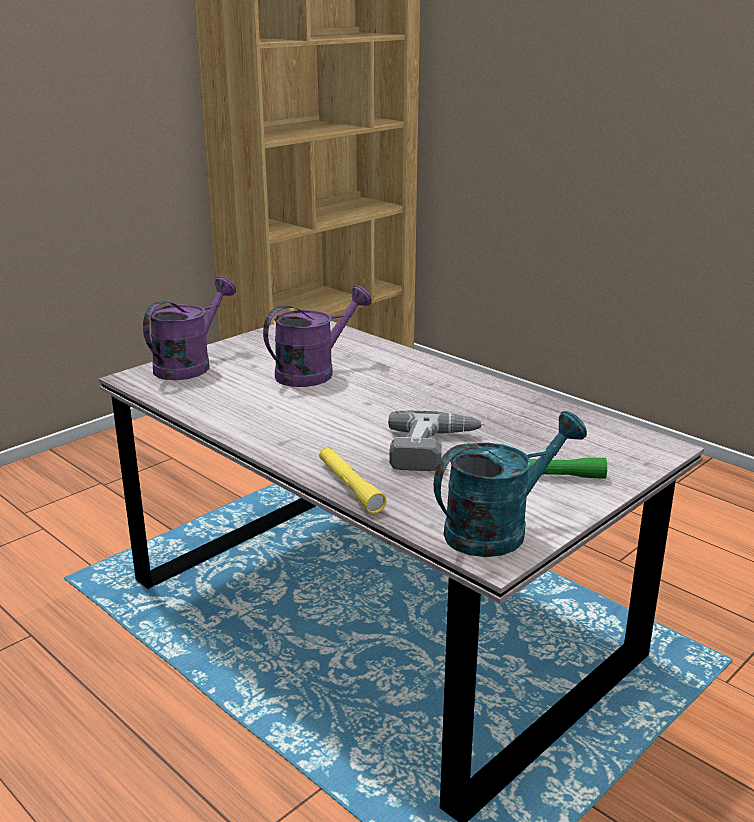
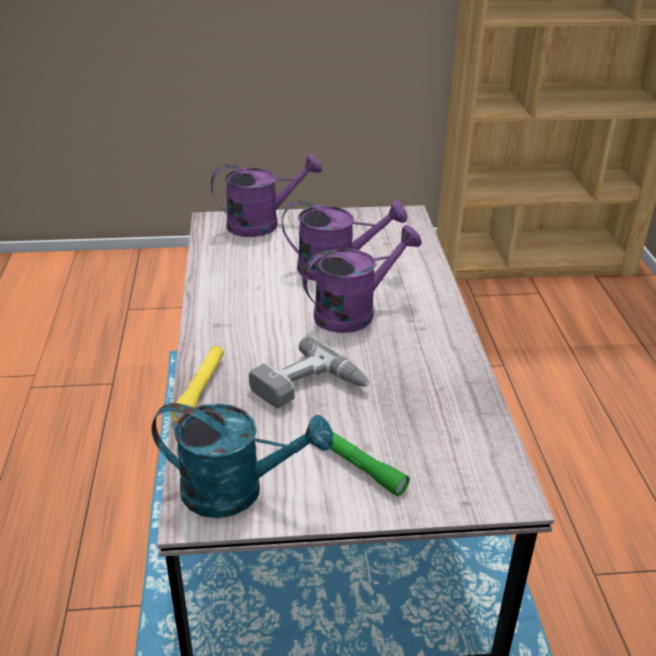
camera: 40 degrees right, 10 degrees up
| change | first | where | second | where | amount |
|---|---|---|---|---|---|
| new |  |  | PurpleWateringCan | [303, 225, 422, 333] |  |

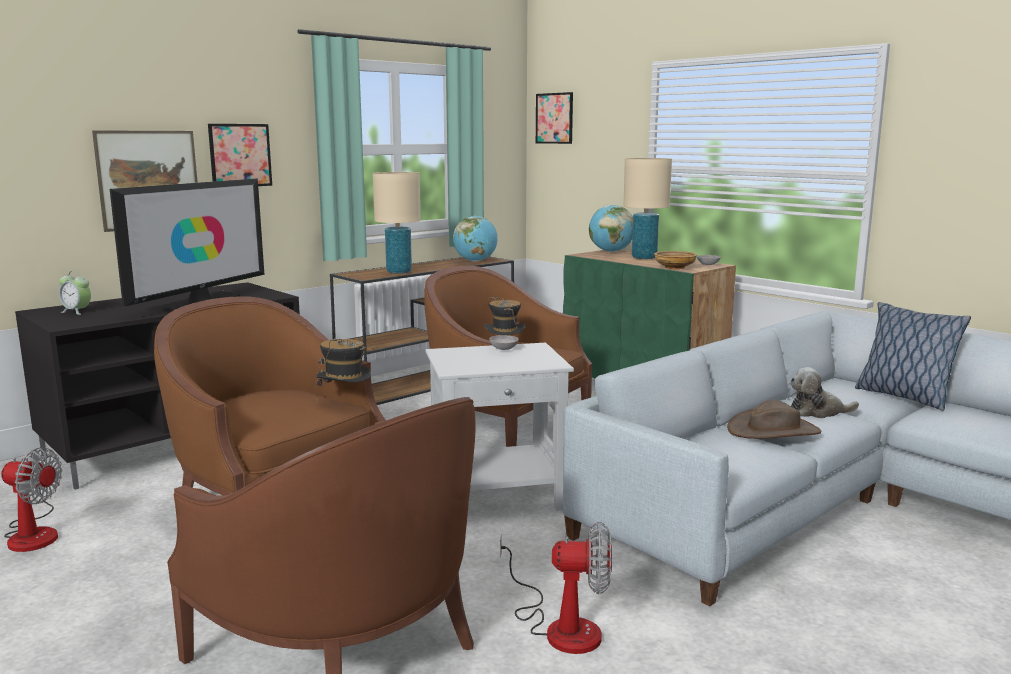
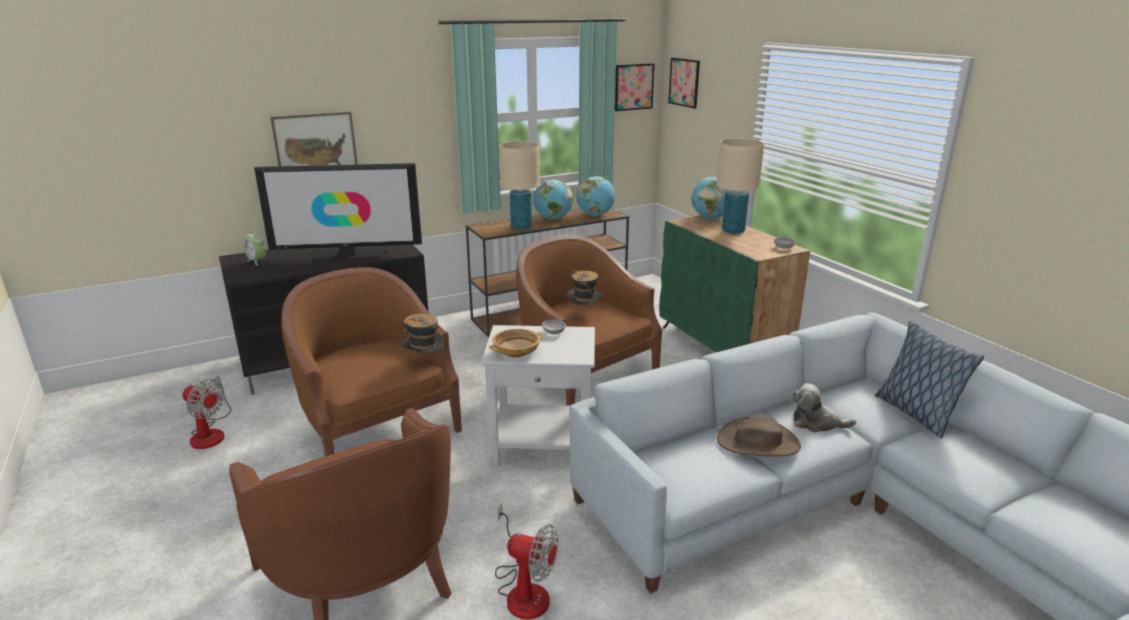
camera: 15 degrees right, 10 degrees up
| change | first | where | second | where | amount |
|---|---|---|---|---|---|
| rotated | Television | [110, 179, 265, 311] |  | [254, 163, 422, 262] | 45 degrees clockwise |
| shifted | Picture | [208, 124, 272, 186] |  | [615, 63, 655, 111] |  |
| shifted | BeigeBowl | [654, 251, 697, 269] |  | [489, 329, 543, 358] |  |
| new |  |  | Globe | [533, 179, 573, 220] |  |

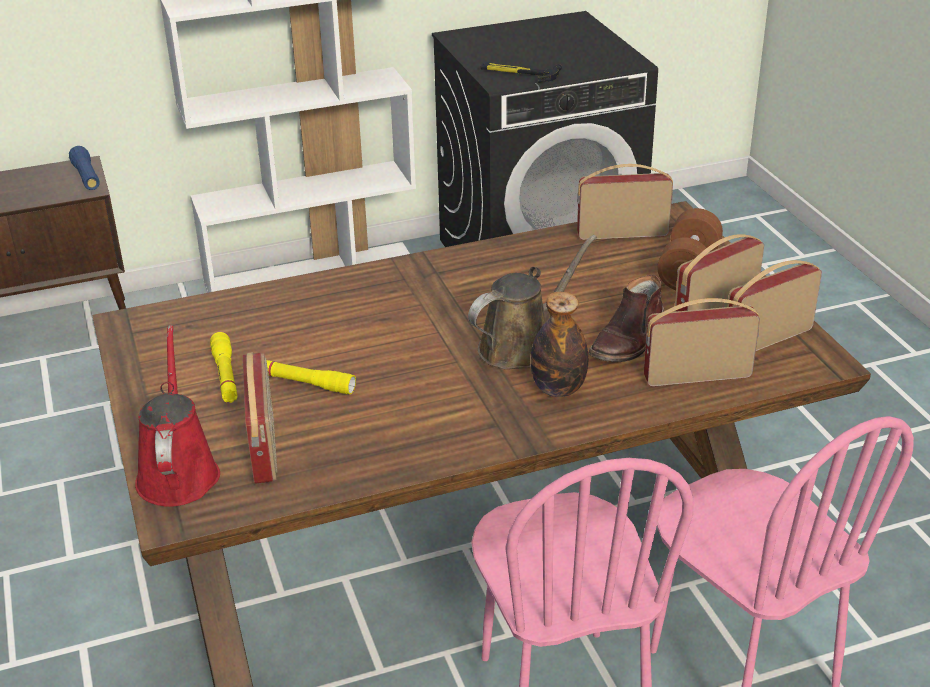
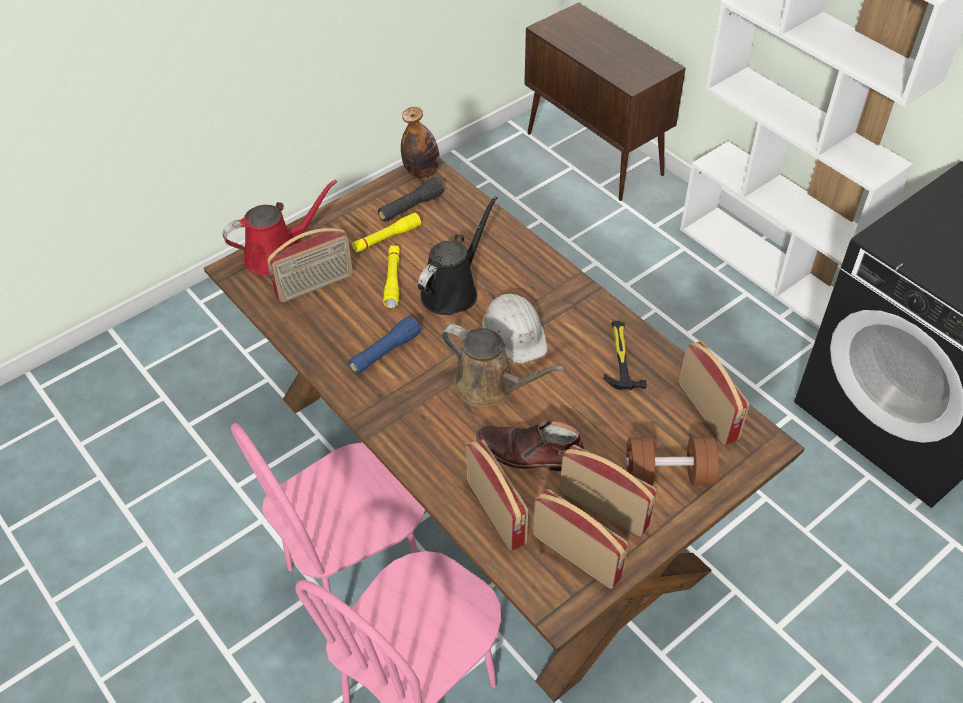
camera: 70 degrees right, 15 degrees up
| change | first | where | second | where | amount |
|---|---|---|---|---|---|
| shifted | BlueFlashlight | [69, 146, 100, 190] |  | [348, 316, 421, 374] |  |
| shifted | Hammer | [481, 62, 562, 83] |  | [603, 321, 647, 390] |  |
| shifted | Bottle | [530, 292, 588, 397] |  | [401, 107, 440, 178] |  |
| new |  |  | BlackFlashlight | [378, 177, 444, 222] |  |
| new |  |  | BlackWateringCan | [418, 196, 498, 315] |  |
| new |  |  | WhiteHardHat | [482, 294, 547, 364] |  |

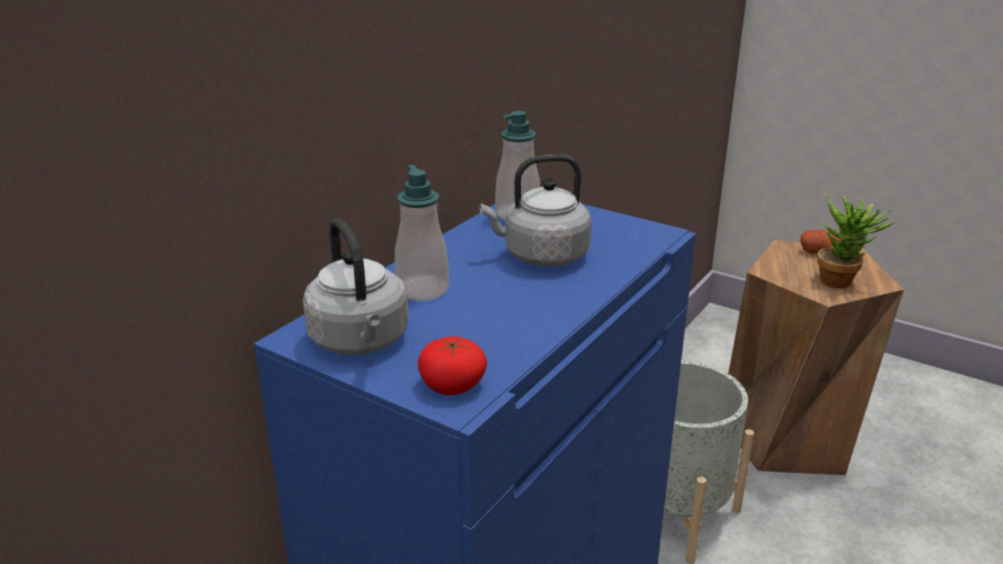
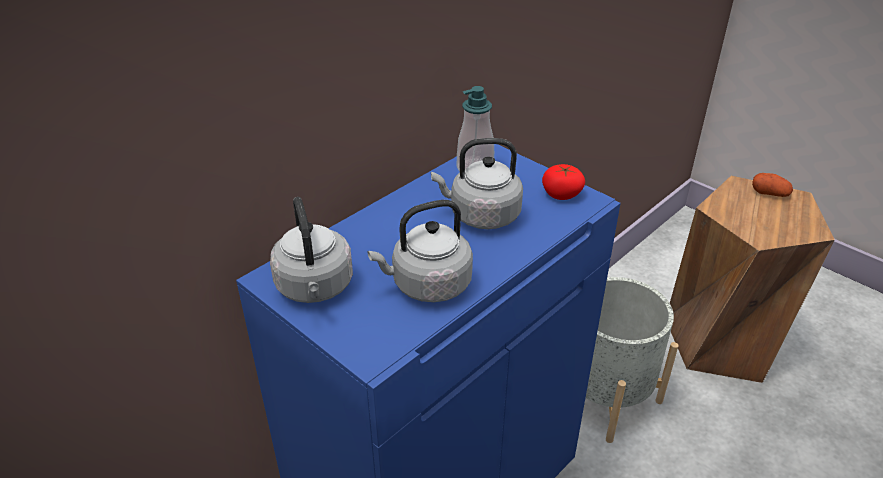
camera: 10 degrees right, 10 degrees up
| change | first | where | second | where | amount |
|---|---|---|---|---|---|
| gone | SoapDispenser | [395, 165, 449, 301] |  |  |  |
| shifted | Tomato | [418, 336, 487, 395] |  | [542, 164, 585, 200] |  |
| gone | PottedPlant | [817, 193, 895, 288] |  |  |  |
| new |  |  | GreyKettle | [367, 200, 473, 302] |  |

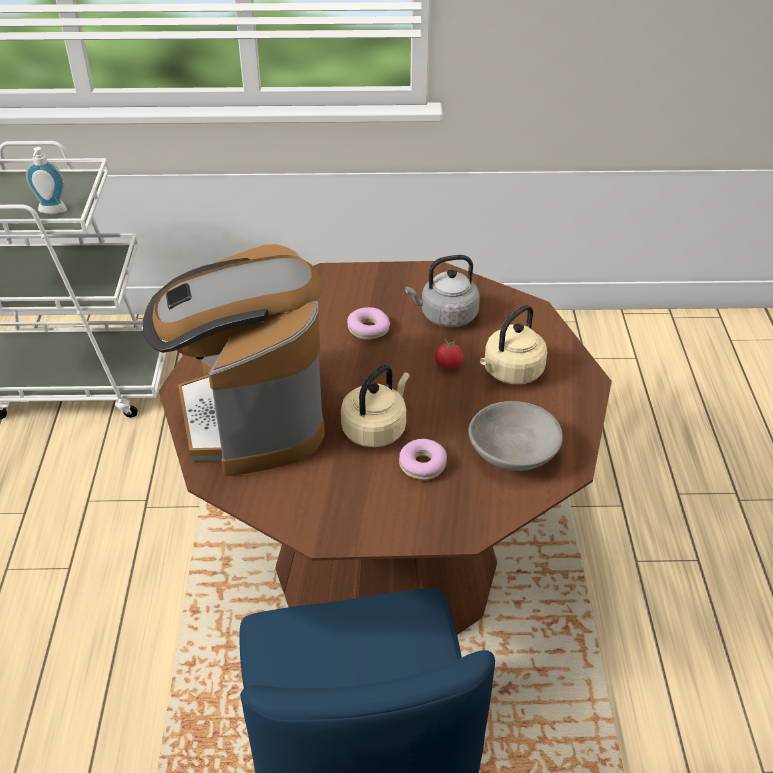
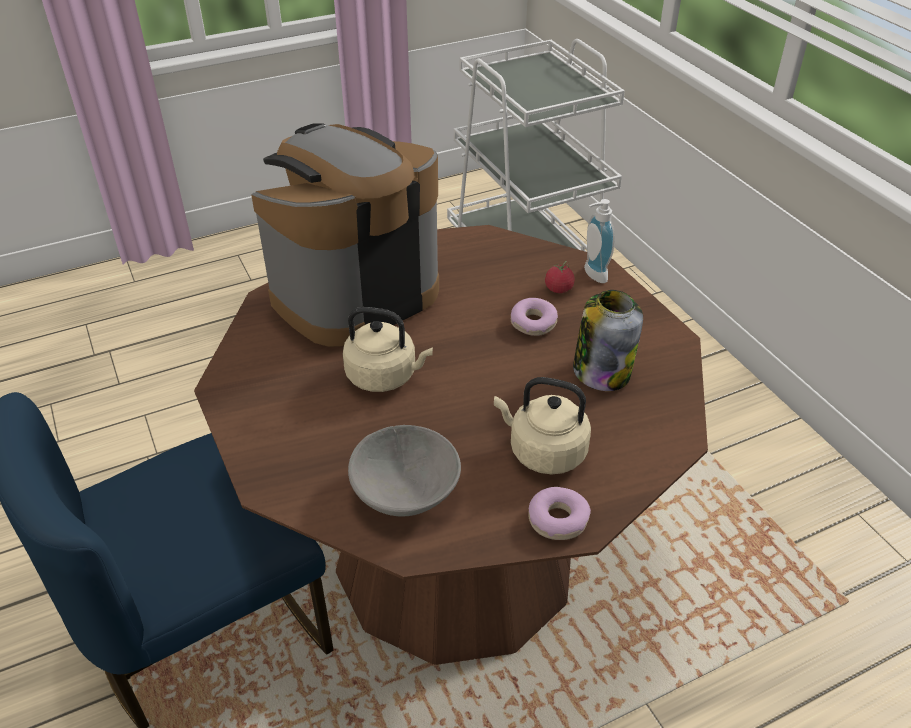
camera: 65 degrees right, 0 degrees up
| change | first | where | second | where | amount |
|---|---|---|---|---|---|
| shifted | SoapDispenser | [26, 147, 67, 214] |  | [584, 199, 615, 283] |  |
| shifted | Donut | [399, 439, 447, 480] |  | [528, 487, 591, 540] |  |
| swapped | GreyKettle | [405, 255, 480, 327] | Jar | [573, 290, 643, 391] |  |
| shifted | Tomato | [435, 339, 463, 370] |  | [545, 261, 575, 293] |  |

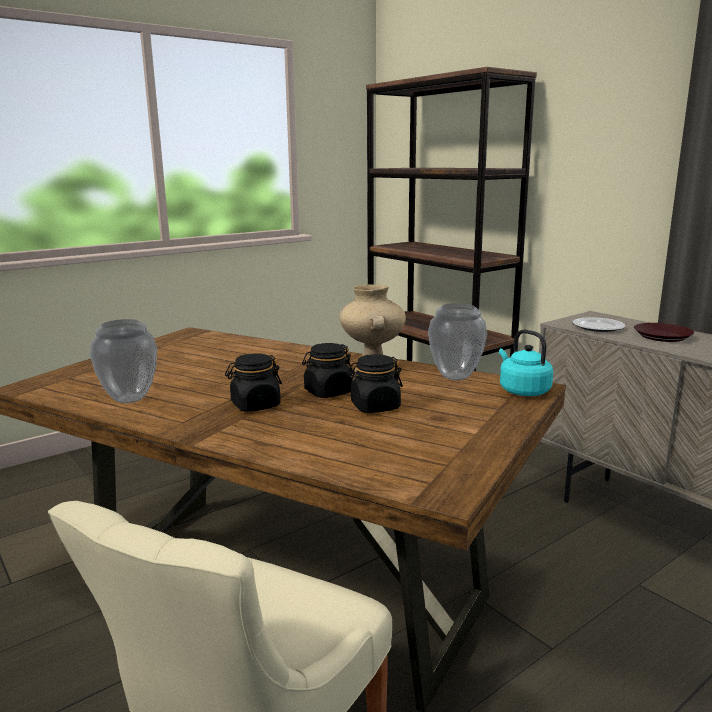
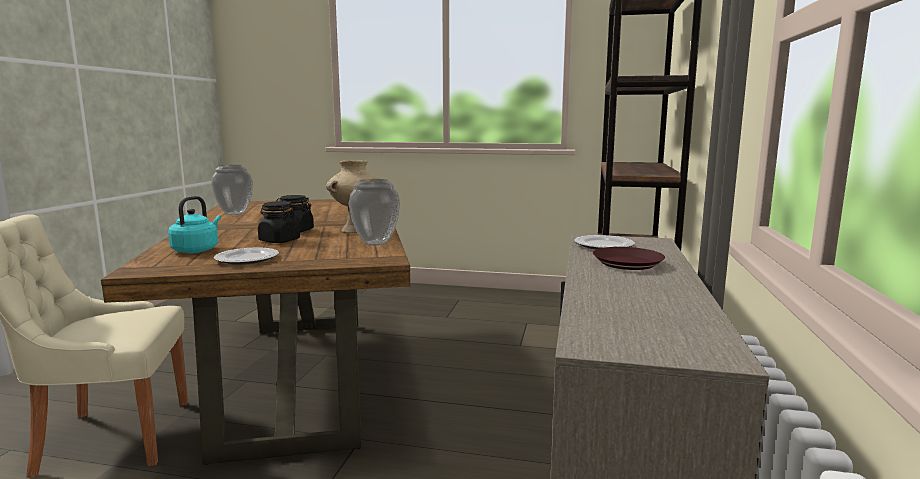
camera: 50 degrees right, 5 degrees down
| change | first | where | second | where | amount |
|---|---|---|---|---|---|
| gone | BlackJar | [225, 353, 282, 412] |  |  |  |
| shifted | TurquoiseKettle | [499, 329, 553, 396] |  | [168, 196, 221, 253] |  |
| new |  |  | Plate | [214, 247, 279, 265] |  |

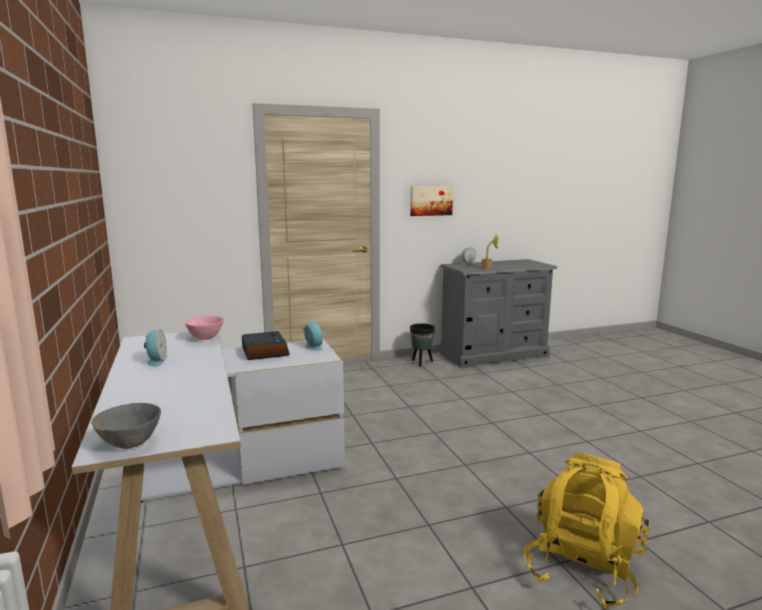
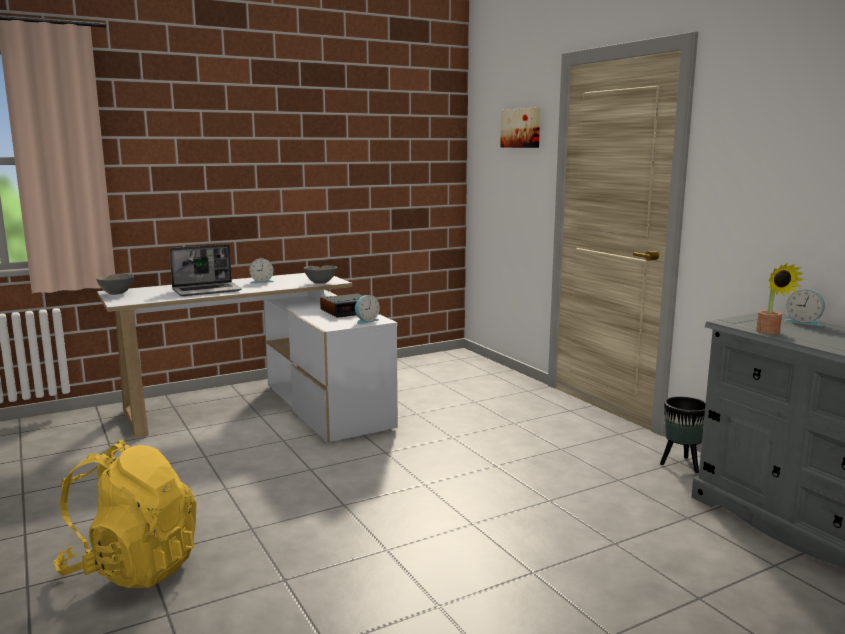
camera: 80 degrees right, 0 degrees up
| change | first | where | second | where | amount |
|---|---|---|---|---|---|
| repainted | PinkBowl | [185, 316, 224, 340] | GreyBowl | [304, 265, 337, 284] |  |
| shifted | Picture | [410, 186, 453, 216] |  | [500, 107, 540, 148] |  |
| new |  |  | Laptop | [169, 244, 242, 296] |  |

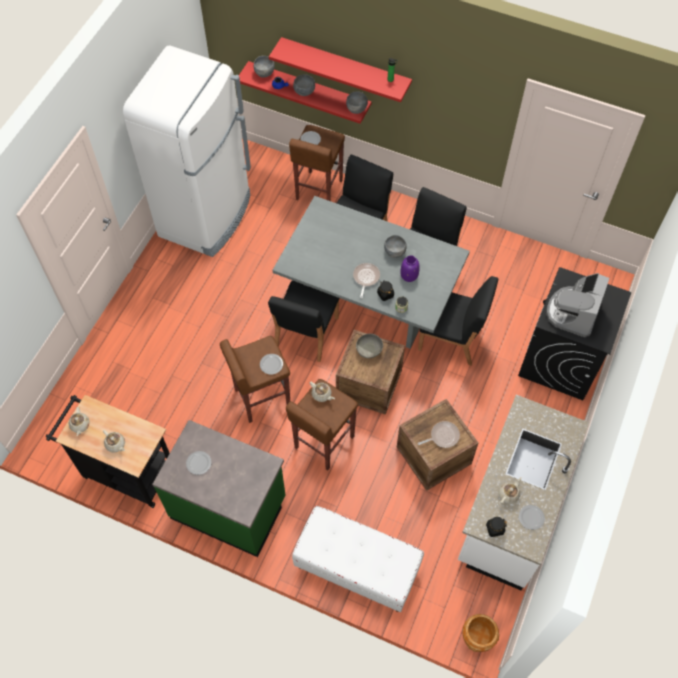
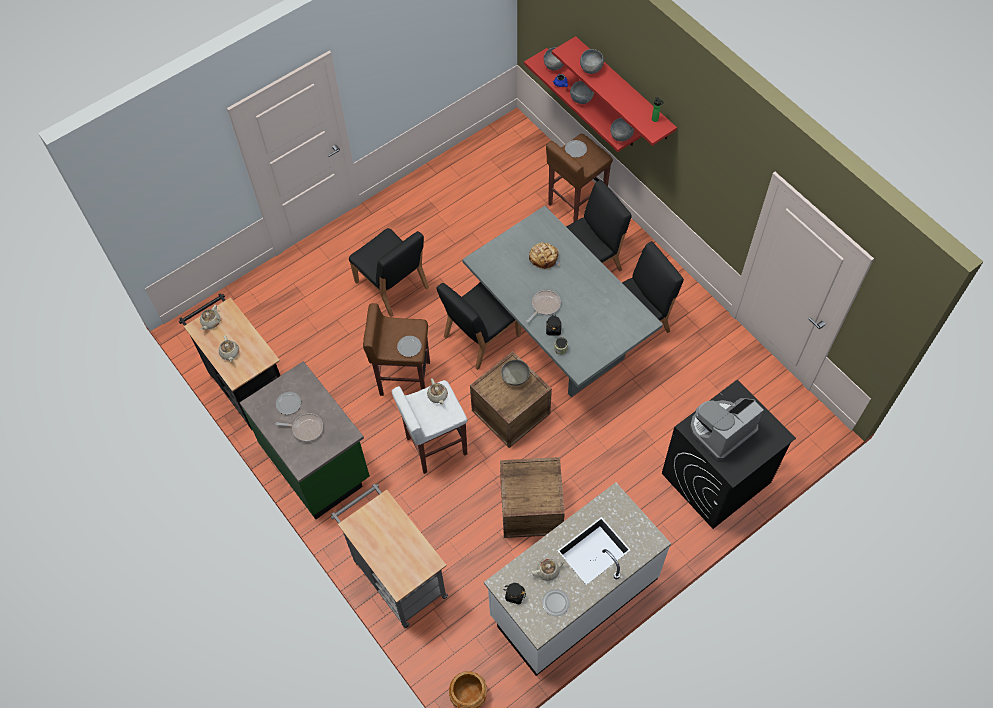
camera: 30 degrees right, 0 degrees up
| change | first | where | second | where | amount |
|---|---|---|---|---|---|
| gone | WhiteFridge | [123, 46, 251, 257] |  |  |  |
| repainted | BrownStool | [286, 379, 358, 471] | WhiteStool | [392, 380, 467, 474] |  |
| swapped | WhiteBench | [292, 506, 424, 612] | GreyCart | [331, 483, 448, 628] |  |
| shifted | GreyBowl | [384, 235, 407, 258] |  | [580, 49, 604, 74] |  |
| gone | PurpleVase | [400, 255, 419, 282] |  |  |  |
| shifted | BlackChair | [418, 276, 498, 366] |  | [349, 228, 429, 317] |  |
| shifted | FryingPan | [418, 421, 460, 448] |  | [276, 413, 323, 442] |  |
| new |  |  | Bread | [529, 242, 560, 269] |  |

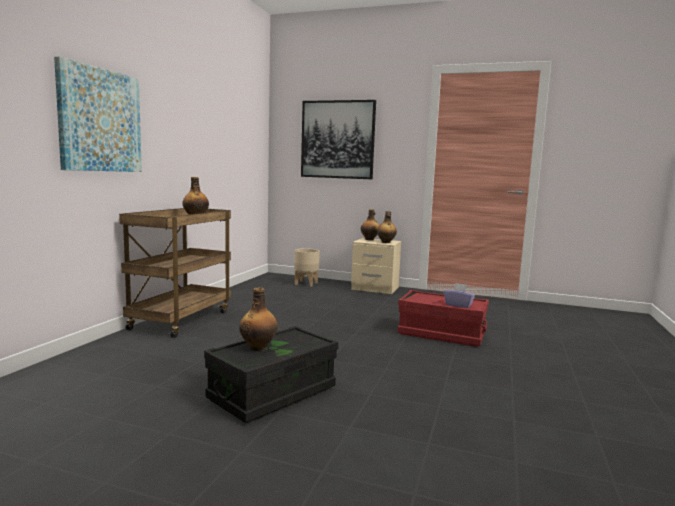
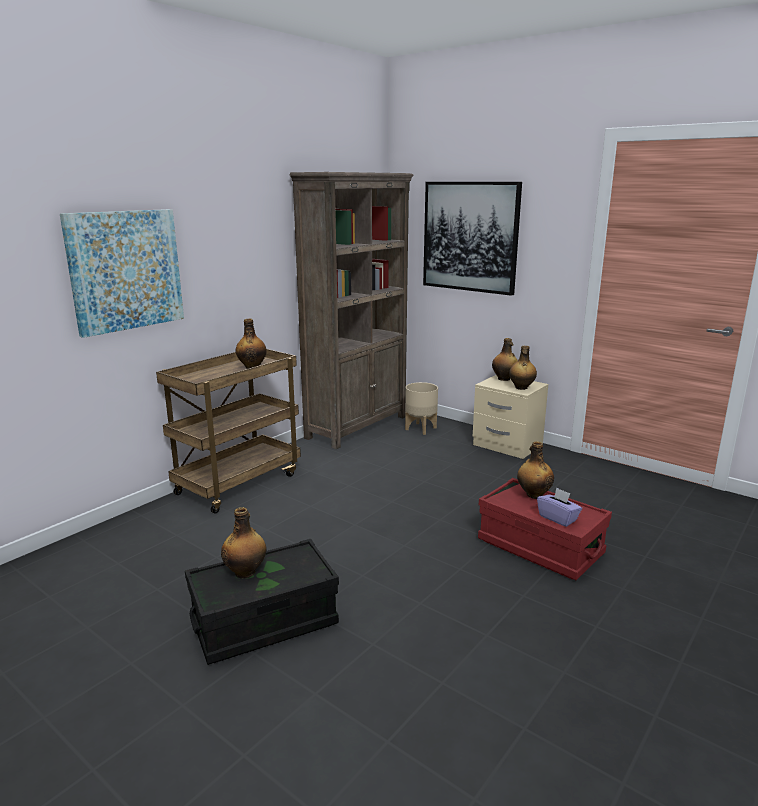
camera: 20 degrees right, 10 degrees up
| change | first | where | second | where | amount |
|---|---|---|---|---|---|
| new |  |  | BrownBookcase | [290, 172, 414, 449] |  |
| new |  |  | Bottle | [517, 441, 554, 499] |  |

